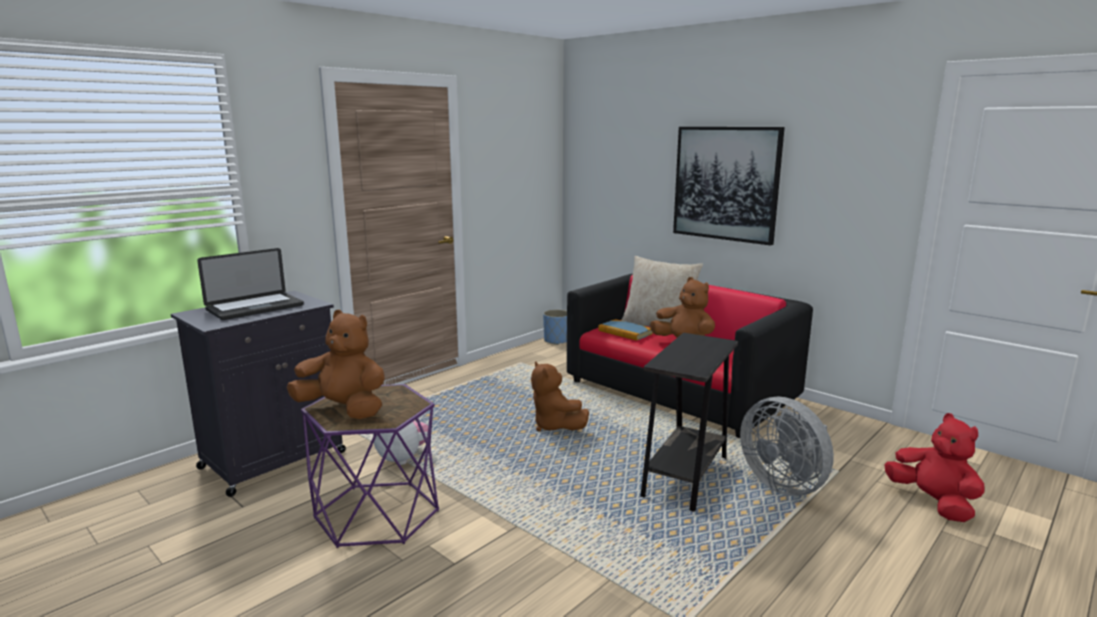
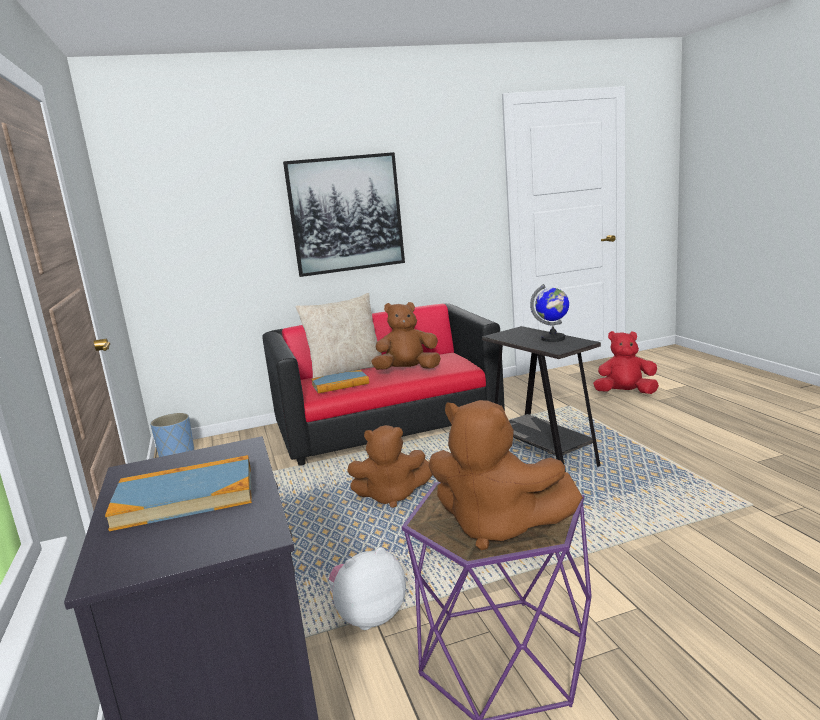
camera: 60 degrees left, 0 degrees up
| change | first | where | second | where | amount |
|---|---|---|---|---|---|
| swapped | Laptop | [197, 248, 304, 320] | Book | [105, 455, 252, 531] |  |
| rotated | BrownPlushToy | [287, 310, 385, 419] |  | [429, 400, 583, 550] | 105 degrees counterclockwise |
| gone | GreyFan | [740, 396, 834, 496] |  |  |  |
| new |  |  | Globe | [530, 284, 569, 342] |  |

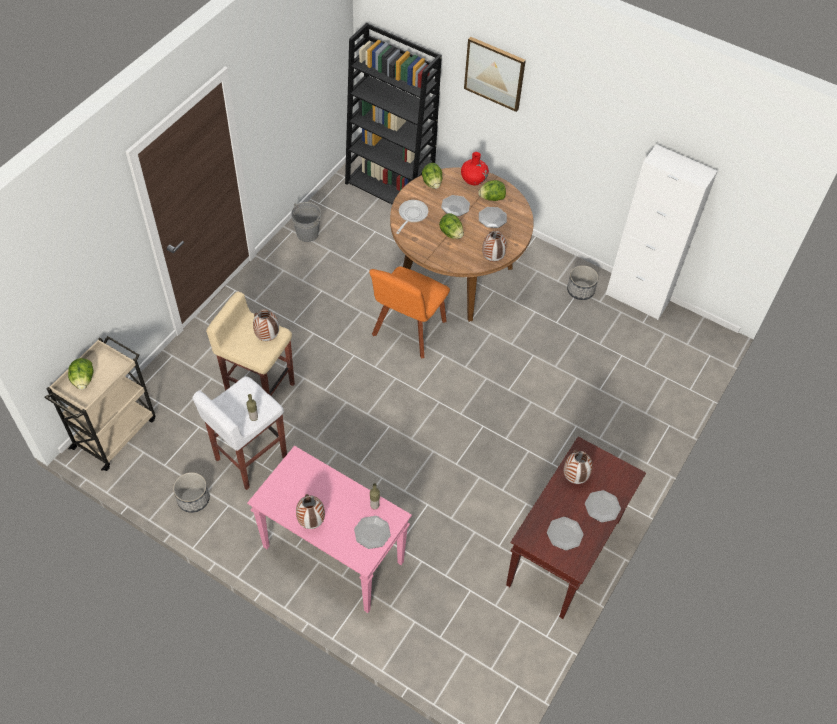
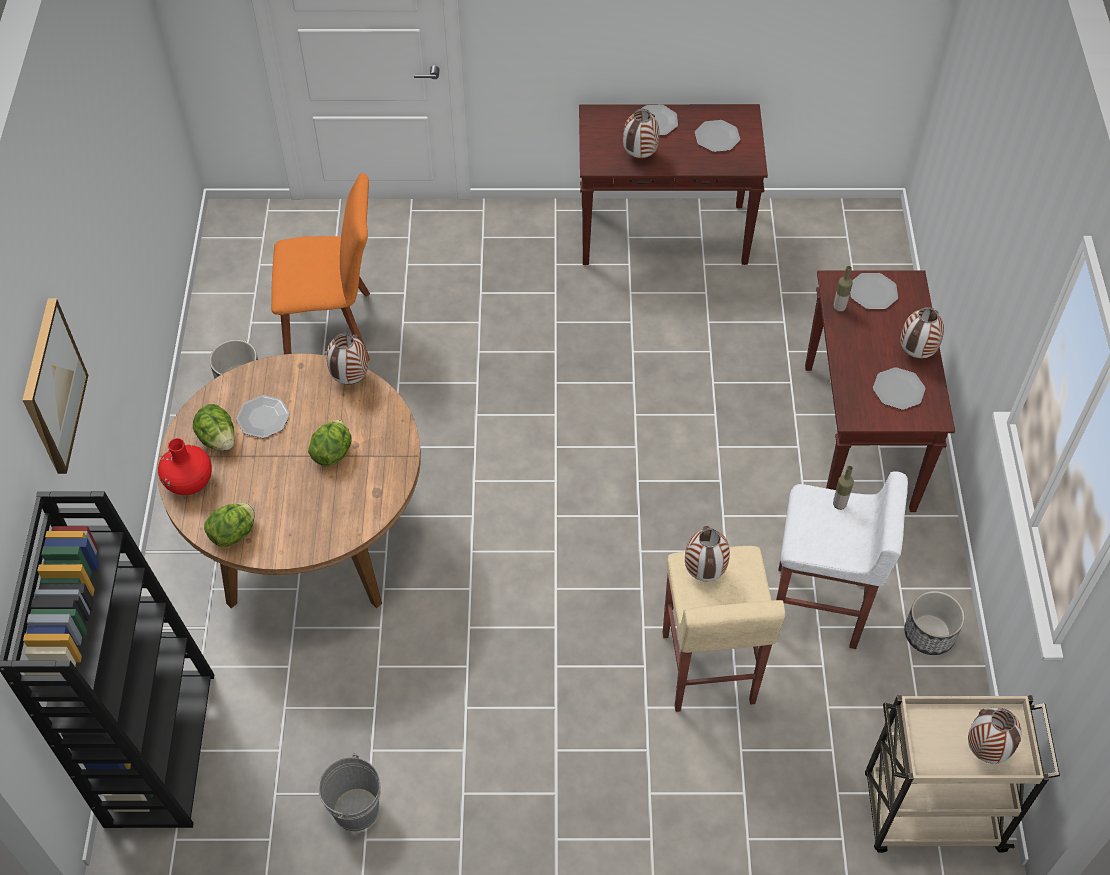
camera: 120 degrees left, 0 degrees up
| change | first | where | second | where | amount |
|---|---|---|---|---|---|
| swapped | Lettuce | [68, 358, 93, 390] | Vase | [968, 707, 1021, 764] |  |
| repainted | PinkConsoleTable | [247, 446, 412, 613] | BrownConsoleTable | [805, 271, 955, 512] |  |
| shifted | OrangeChair | [369, 266, 450, 358] |  | [271, 173, 370, 361] |  |
| gone | FryingPan | [396, 200, 428, 234] |  |  |  |
| shifted | Plate | [441, 195, 470, 216] |  | [873, 367, 925, 410] |  |
| gone | WhiteCabinet | [606, 144, 718, 320] |  |  |  |

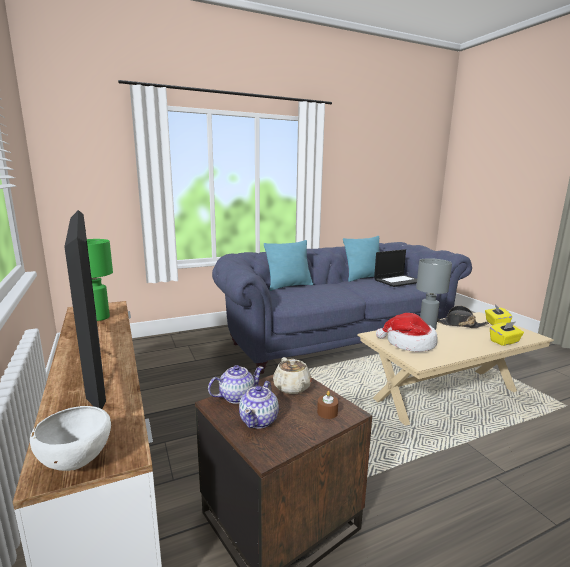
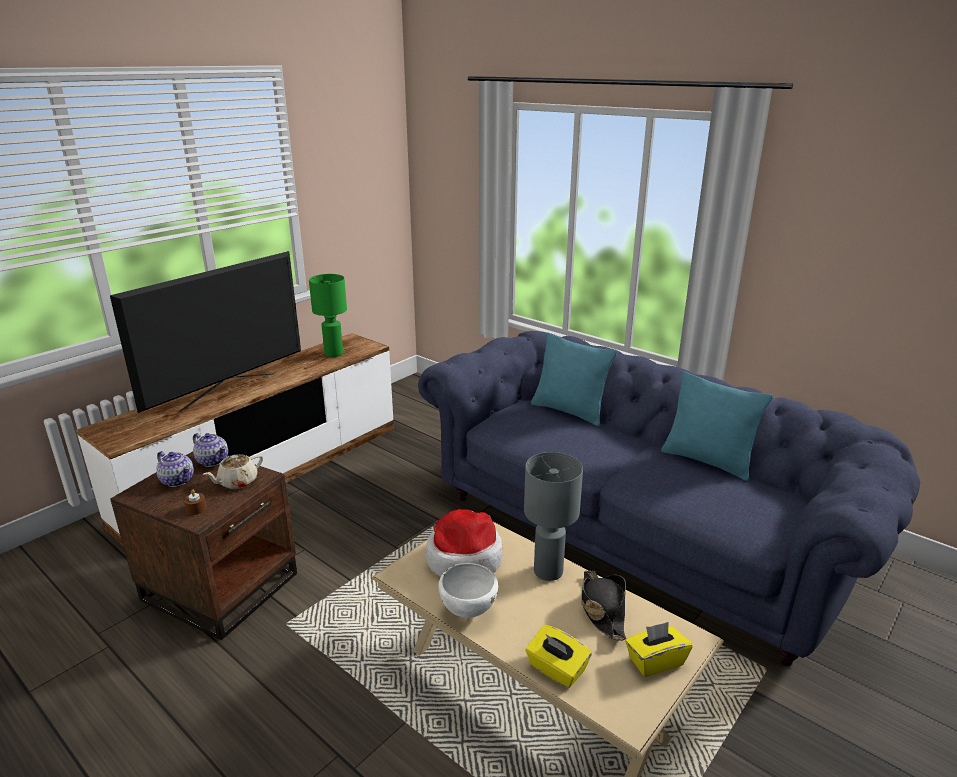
camera: 65 degrees right, 10 degrees up
| change | first | where | second | where | amount |
|---|---|---|---|---|---|
| shifted | WhiteBowl | [30, 406, 111, 471] |  | [438, 563, 498, 618] |  |
| rotated | Teapot | [239, 381, 279, 429] |  | [156, 451, 194, 487] | 135 degrees counterclockwise |
| gone | Laptop | [374, 249, 417, 287] |  |  |  |

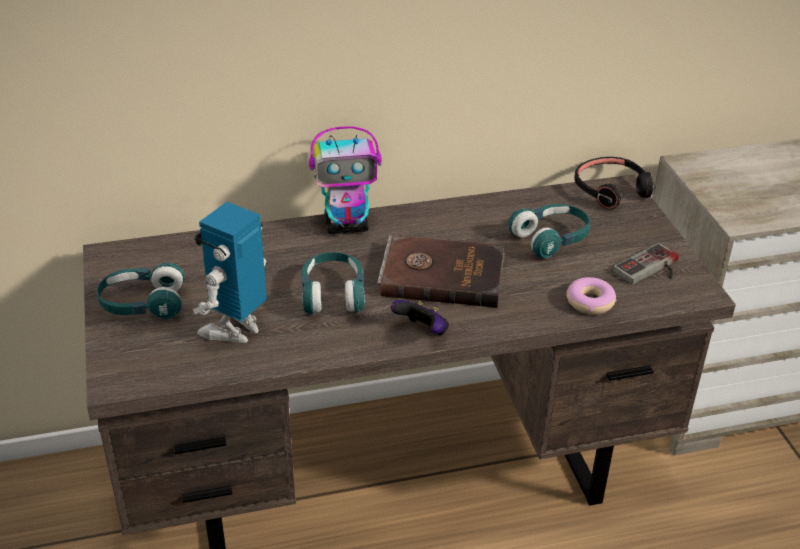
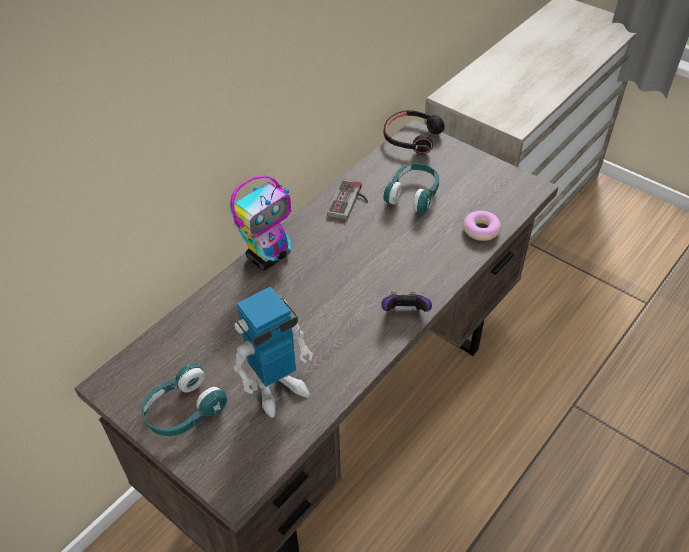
camera: 35 degrees left, 10 degrees up
| change | first | where | second | where | amount |
|---|---|---|---|---|---|
| rotated | ToyRobot | [193, 202, 267, 343] |  | [234, 286, 313, 417] | 120 degrees counterclockwise |
| gone | TurquoiseHeadphones | [302, 252, 365, 314] |  |  |  |
| gone | BrownBook | [377, 235, 505, 308] |  |  |  |
| shifted | GameController | [613, 243, 679, 284] |  | [327, 179, 368, 220] |  |

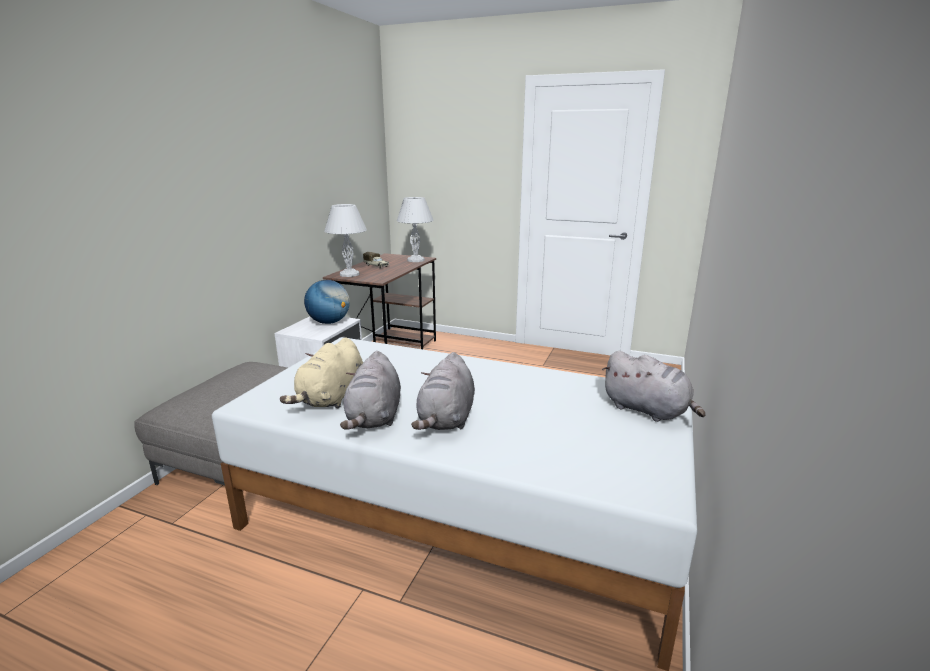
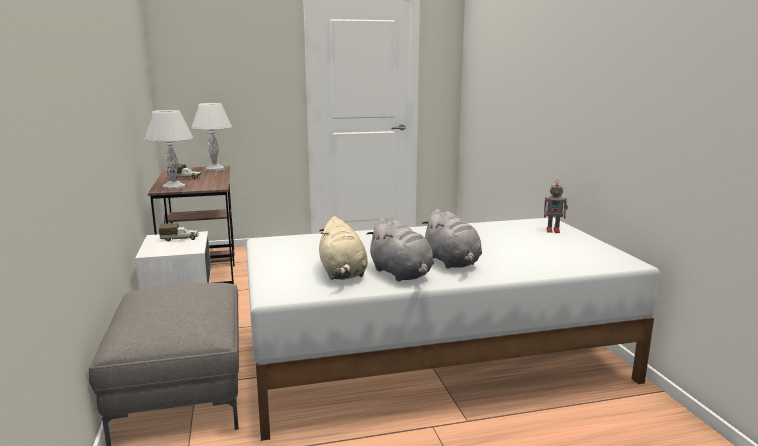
camera: 35 degrees left, 5 degrees down
| change | first | where | second | where | amount |
|---|---|---|---|---|---|
| swapped | Globe | [304, 280, 350, 324] | ToyTruck | [159, 223, 199, 242] |  |
| swapped | GreyPlushToy | [602, 351, 706, 422] | ToyRobot | [544, 179, 568, 233] |  |

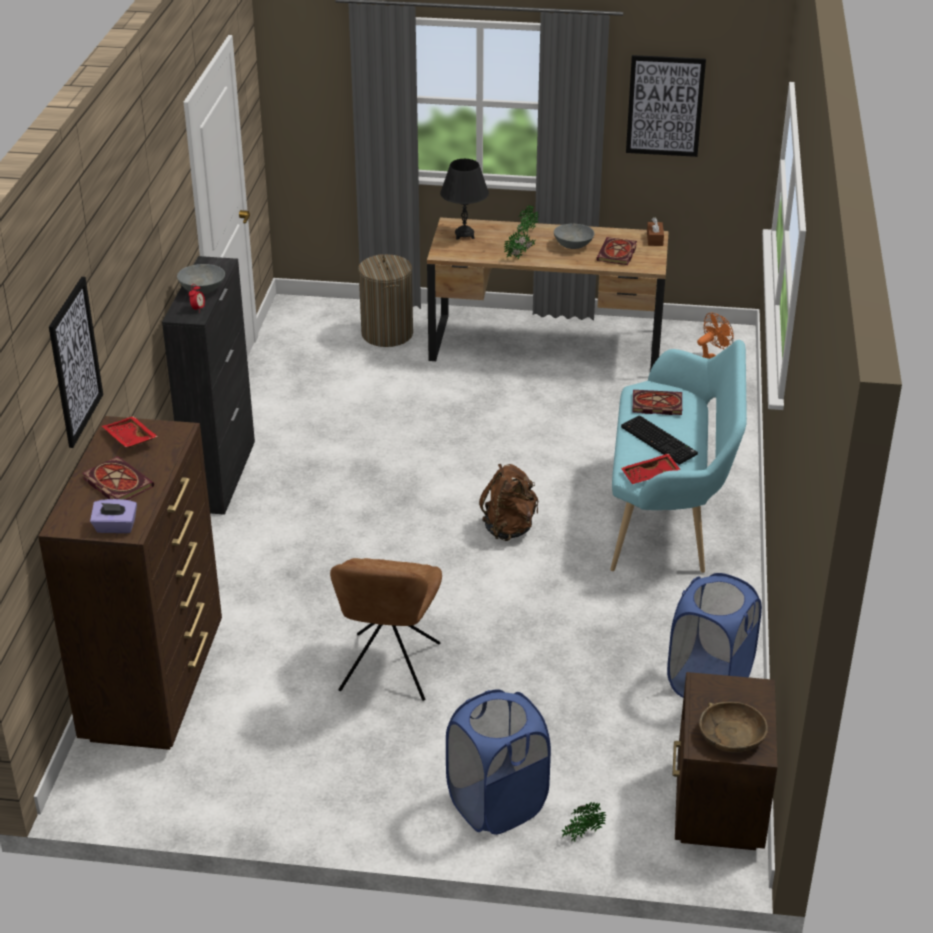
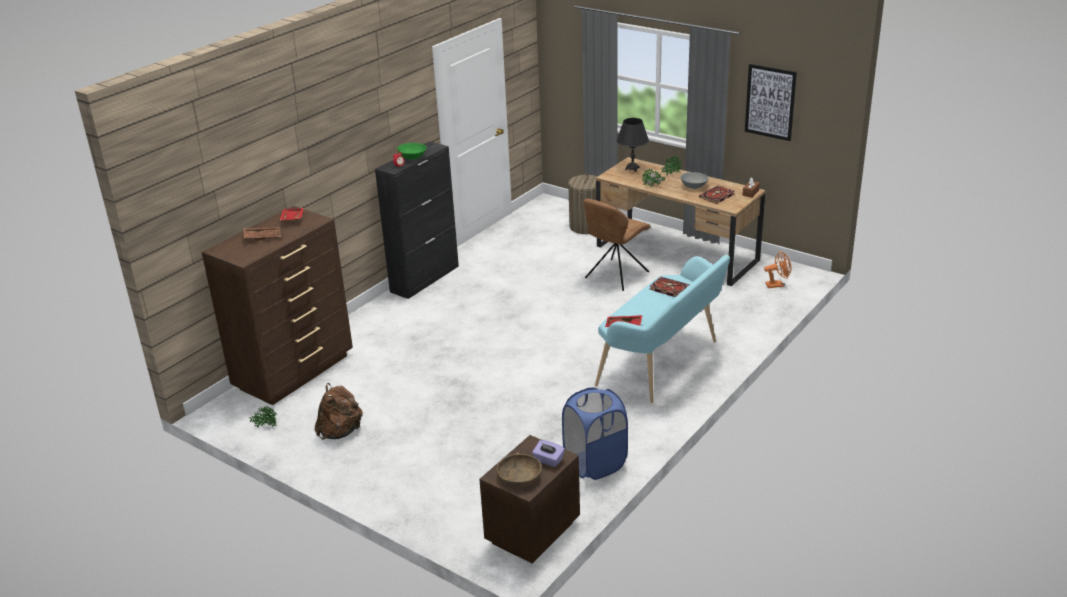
camera: 30 degrees right, 5 degrees down
| change | first | where | second | where | amount |
|---|---|---|---|---|---|
| gone | Picture | [49, 277, 103, 448] |  |  |  |
| swapped | Book | [82, 456, 154, 500] | BrownTray | [243, 227, 281, 240] |  |
| shifted | PurpleTissueBox | [90, 499, 137, 533] |  | [532, 440, 565, 467] |  |
| repainted | GreyBowl | [177, 264, 225, 294] | GreenBowl | [397, 143, 427, 160] |  |
| shifted | BrownChair | [330, 558, 442, 701] |  | [583, 199, 651, 291] |  |
| gone | BlueLaundryBasket | [446, 689, 551, 835] |  |  |  |
| shifted | BrownBackpack | [479, 464, 538, 541] |  | [315, 383, 363, 440] |  |
| shifted | PottedPlant | [561, 802, 606, 842] |  | [249, 406, 277, 428] |  |
| gone | Keyboard | [621, 415, 698, 465] |  |  |  |

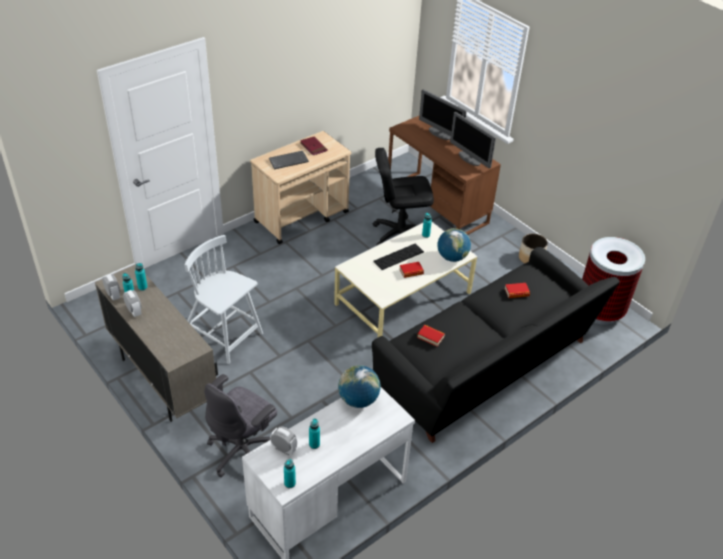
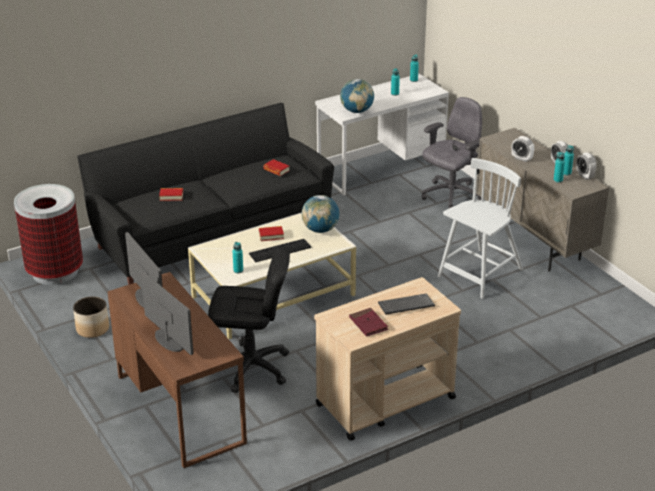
camera: 170 degrees left, 10 degrees down
| change | first | where | second | where | amount |
|---|---|---|---|---|---|
| rotated | WhiteChair | [185, 235, 263, 364] |  | [438, 158, 523, 299] | 90 degrees counterclockwise |
| shifted | AlarmClock | [270, 426, 297, 455] |  | [511, 136, 534, 162] |  |
| shifted | Globe | [438, 228, 471, 262] |  | [302, 195, 339, 233] |  |

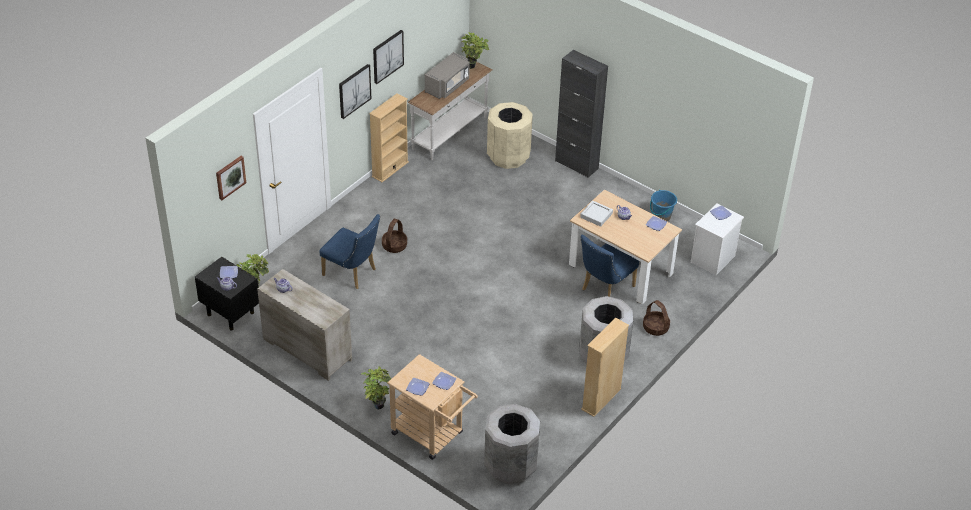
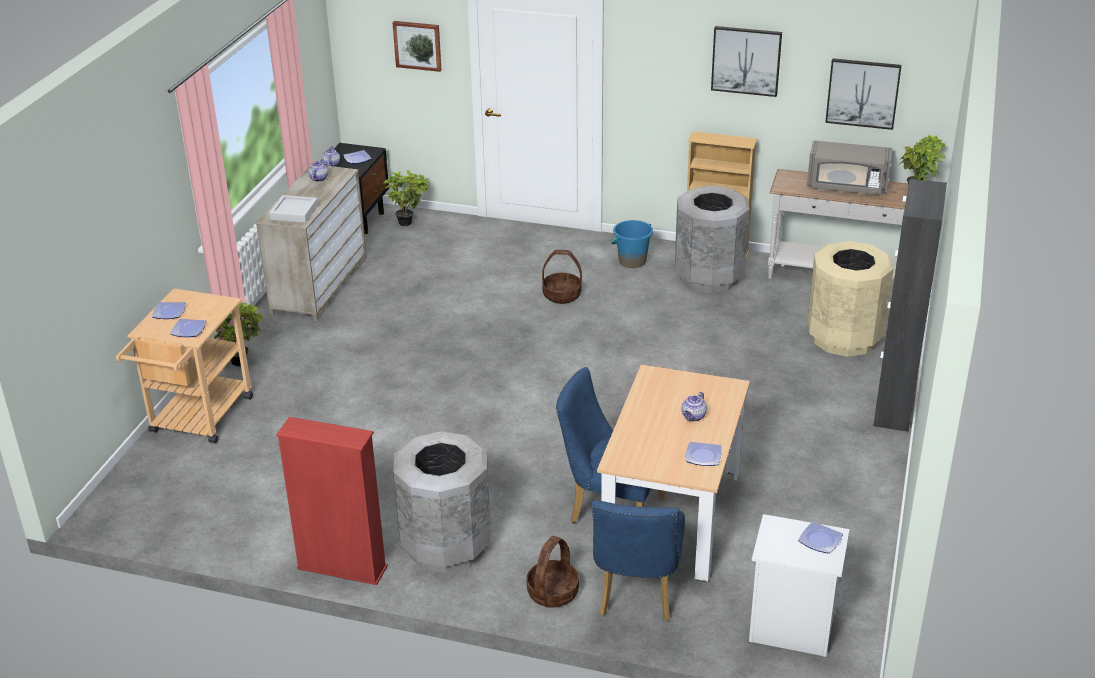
camera: 70 degrees right, 10 degrees down
| change | first | where | second | where | amount |
|---|---|---|---|---|---|
| shifted | BlueChair | [319, 214, 380, 289] |  | [591, 500, 685, 621] |  |
| shifted | Picture | [339, 64, 371, 119] |  | [825, 58, 902, 130] |  |
| shifted | GreyTrashCan | [484, 404, 540, 484] |  | [675, 186, 750, 293] |  |
| shifted | GreyTray | [580, 201, 613, 227] |  | [269, 195, 318, 223] |  |
| repainted | BeigeBookcase | [581, 318, 629, 417] | RedBookcase | [276, 417, 388, 585] |  |
| shifted | BlueBucket | [650, 190, 677, 221] |  | [611, 220, 653, 268] |  |

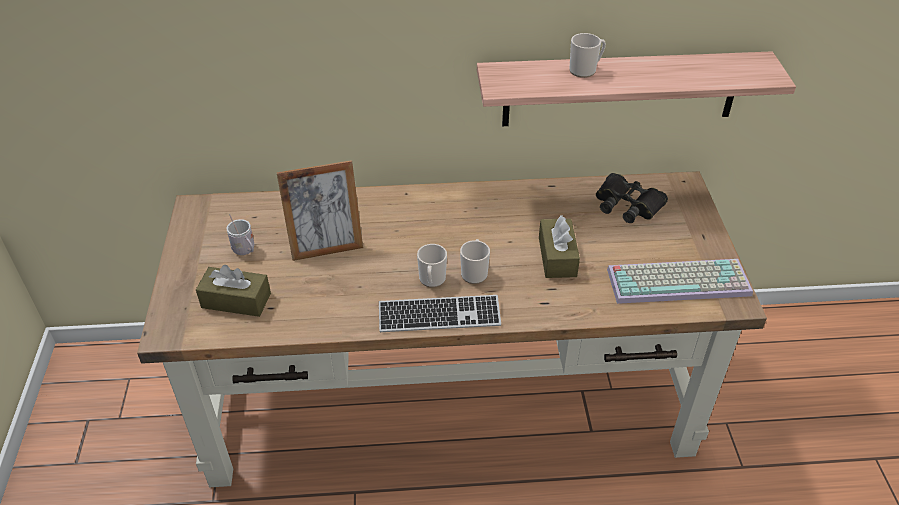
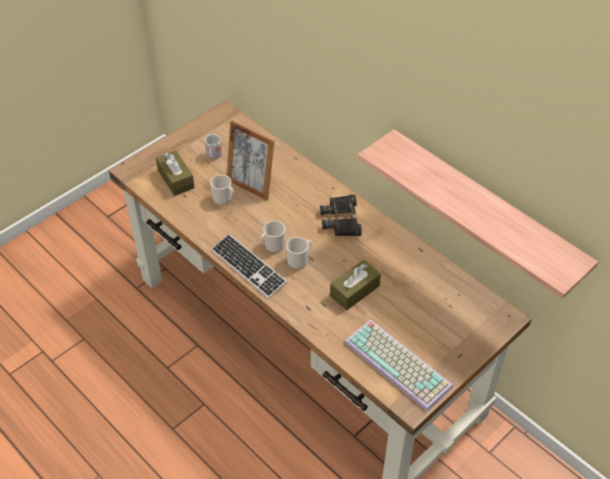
camera: 50 degrees right, 5 degrees up
| change | first | where | second | where | amount |
|---|---|---|---|---|---|
| shifted | Mug | [569, 33, 606, 78] |  | [210, 174, 234, 205] |  |
| shifted | BlackBinoculars | [596, 173, 668, 223] |  | [320, 195, 362, 236] |  |

